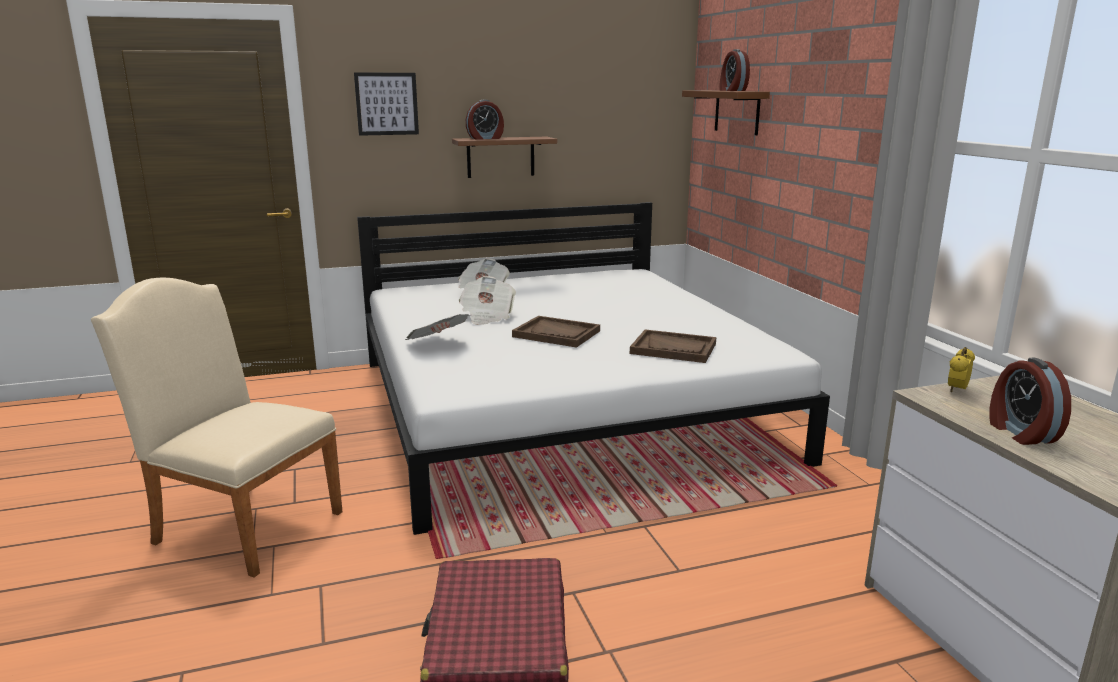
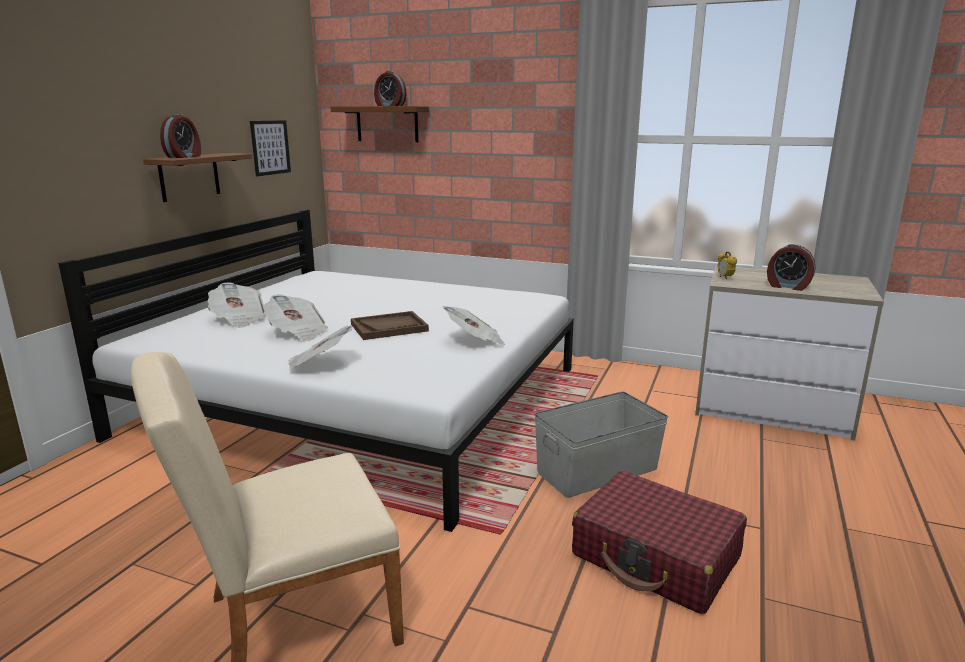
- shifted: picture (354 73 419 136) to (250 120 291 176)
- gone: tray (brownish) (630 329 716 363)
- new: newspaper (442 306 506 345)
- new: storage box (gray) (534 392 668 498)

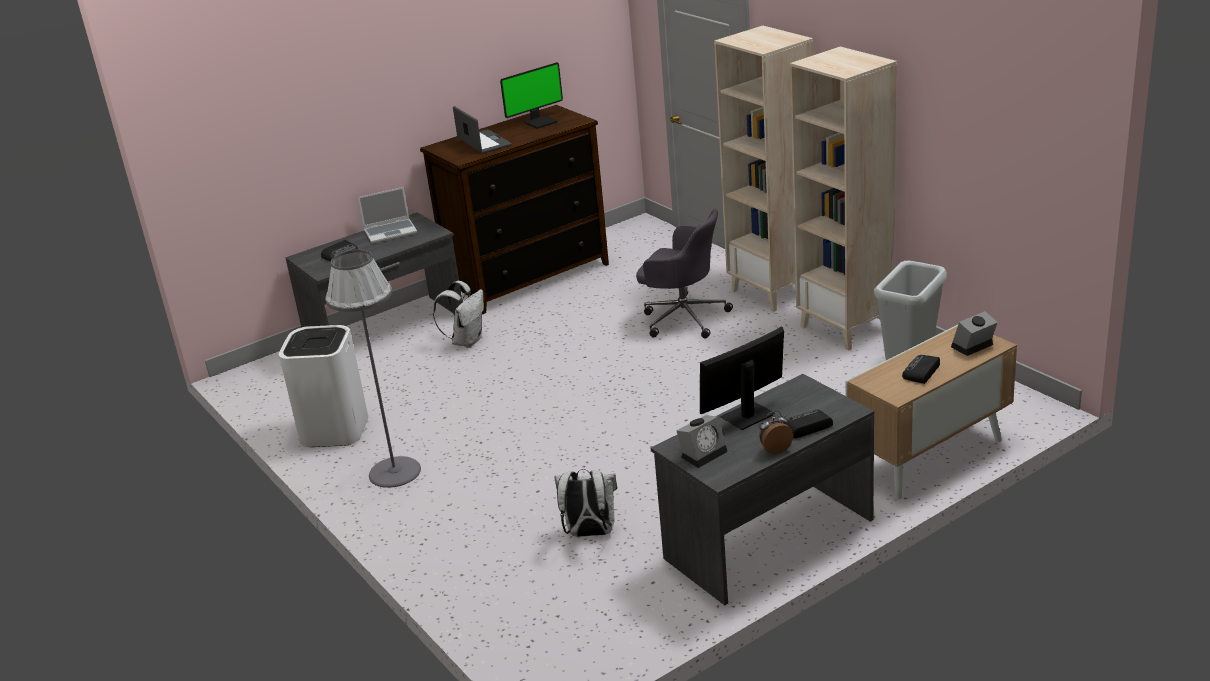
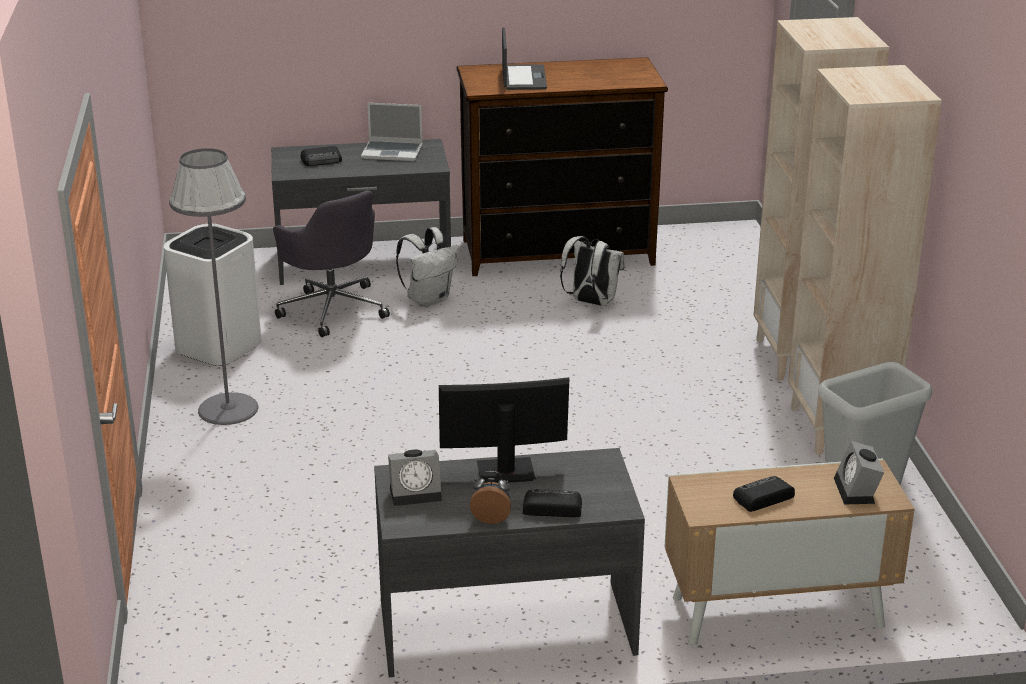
- gone: computer display (500 62 563 129)
- shifted: knapsack (whitish) (555 469 617 537) to (560 236 625 306)
- shifted: computer chair (gray) (636 209 733 338) to (273 190 390 337)
- rotated: alarm clock (951 311 998 356) = (834 441 884 505) 90 degrees counterclockwise

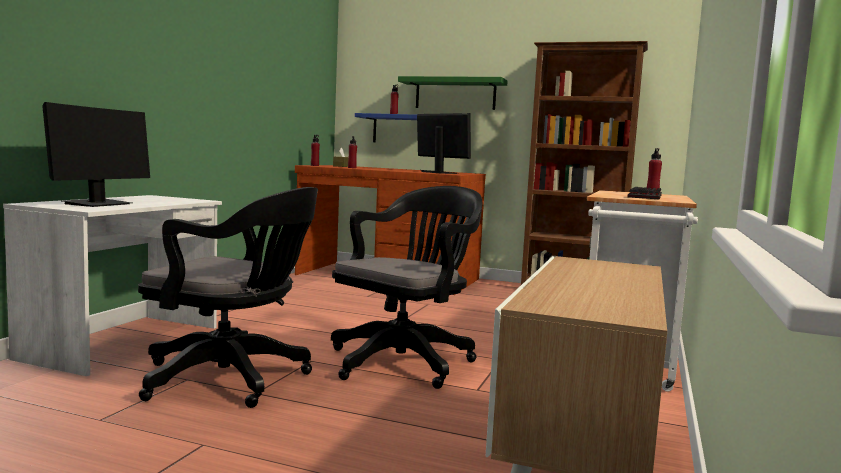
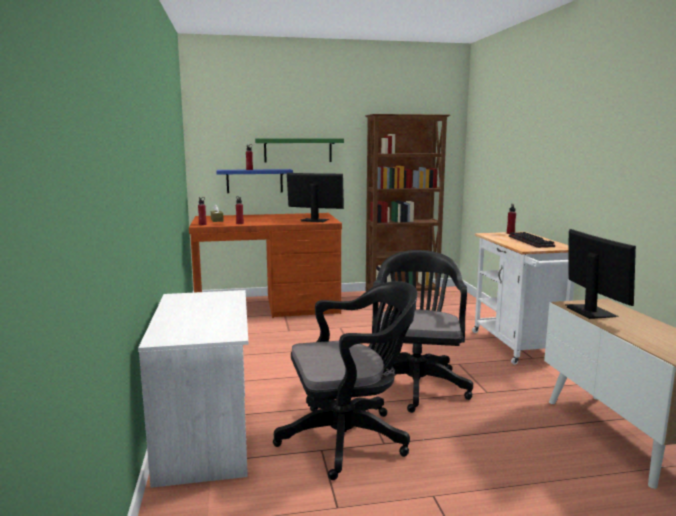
- shifted: computer display (42 102 150 207) to (565 229 636 319)

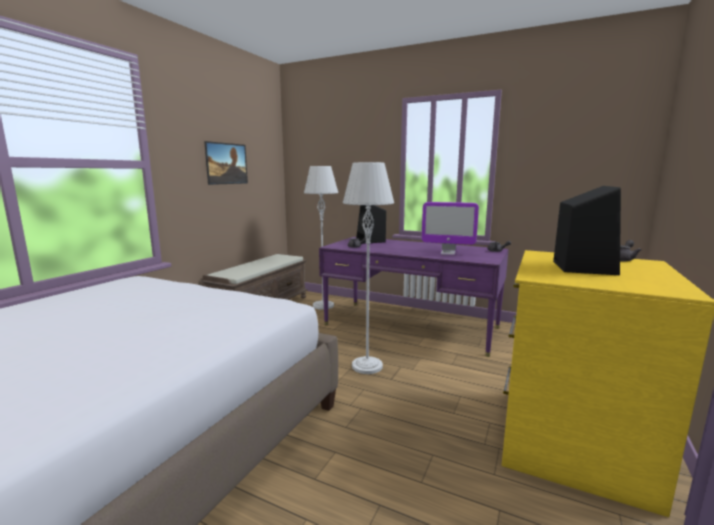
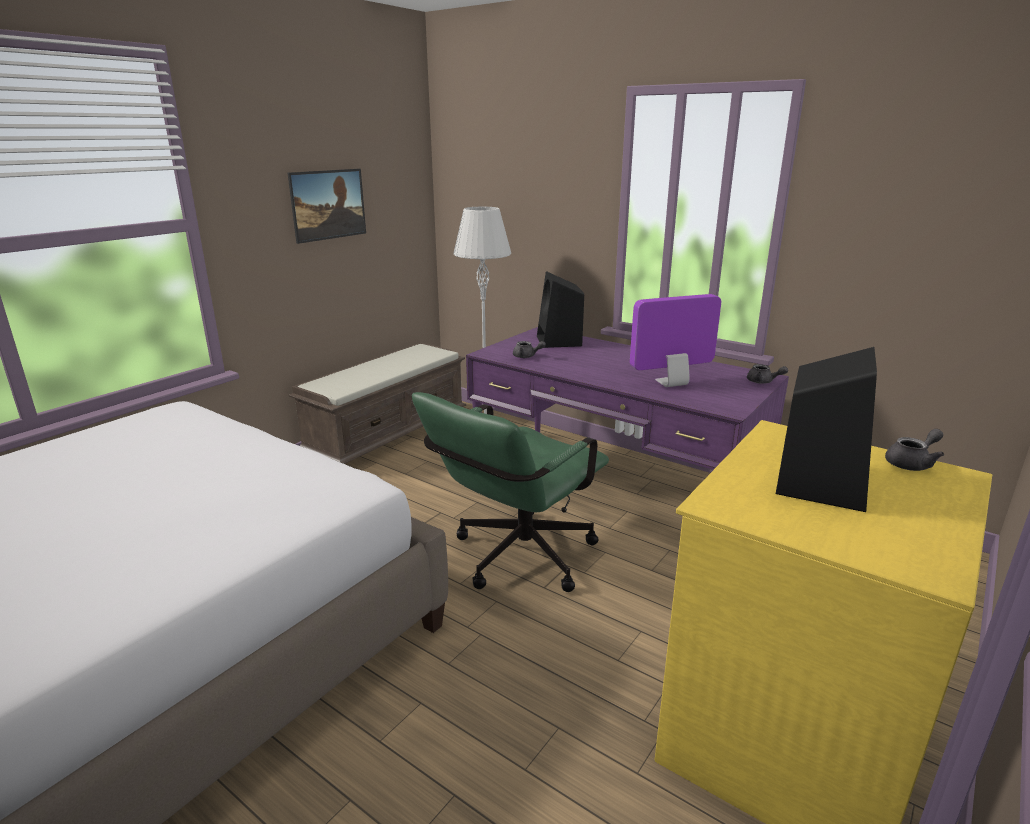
- swapped: floor lamp (gray) (343 162 394 374) to computer chair (green-coloured) (412 392 609 592)
- rotated: computer display (422 202 479 255) = (630 294 721 387) 135 degrees clockwise

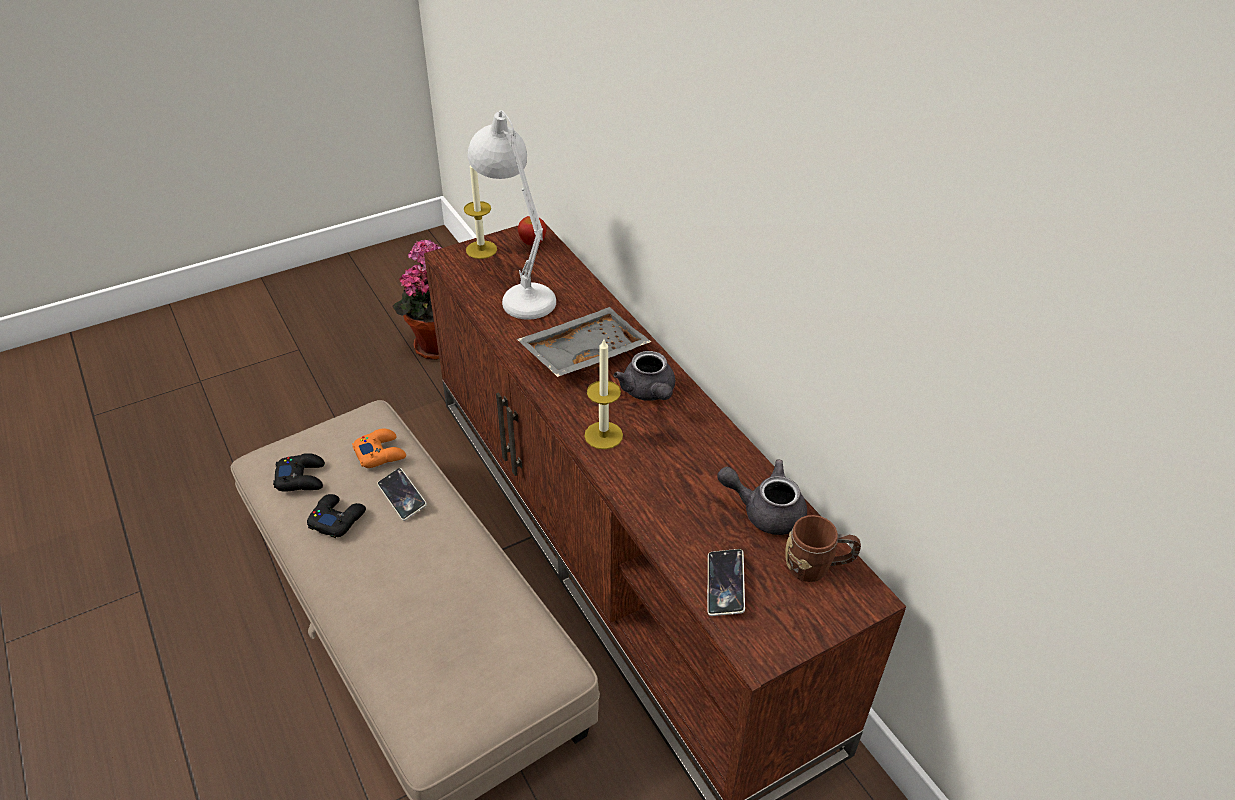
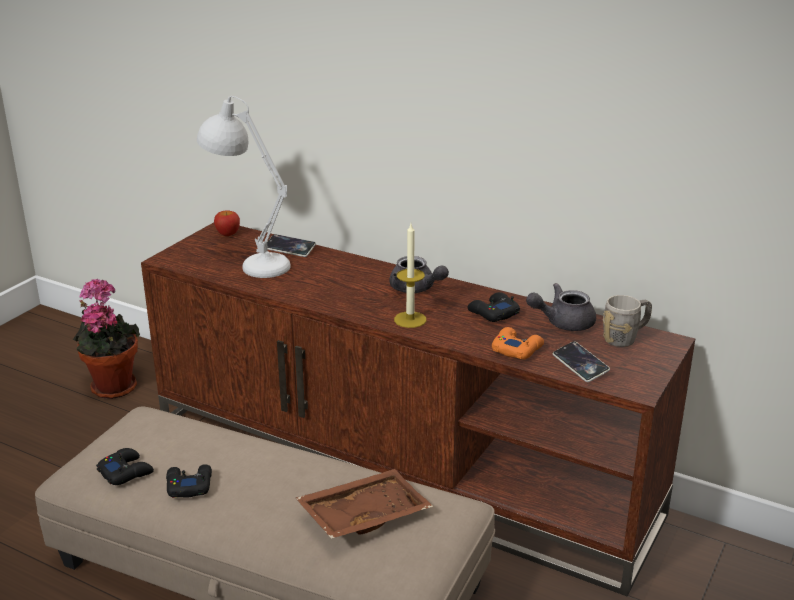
- shifted: gamepad (orangey) (352 429 406 468) to (492 327 544 359)
- shifted: phone (377 468 427 521) to (267 234 316 257)
- gone: wax candle (464 165 497 259)
- gone: tray (gray) (517 307 651 377)
- repainted: mug (brownish) (785 515 861 582) to mug (gray) (603 295 652 347)
- new: tray (brownish) (296 469 433 539)
- new: gamepad (black) (467 292 520 322)

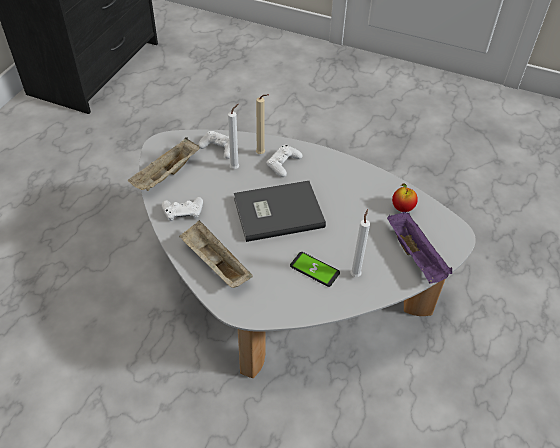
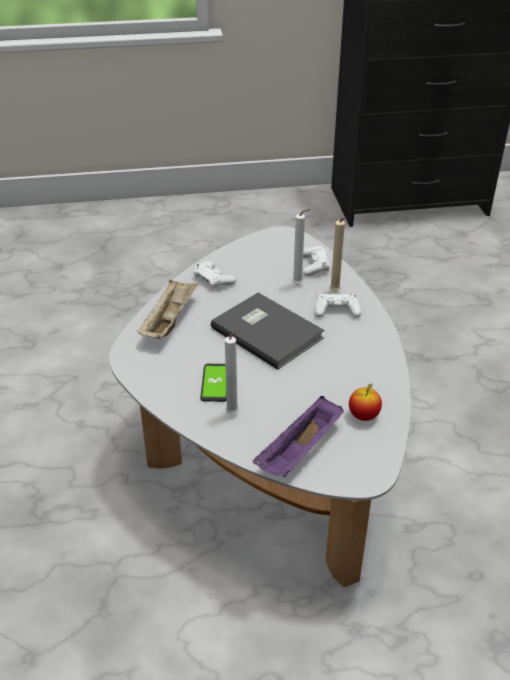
- gone: tray (beige) (128 137 200 191)

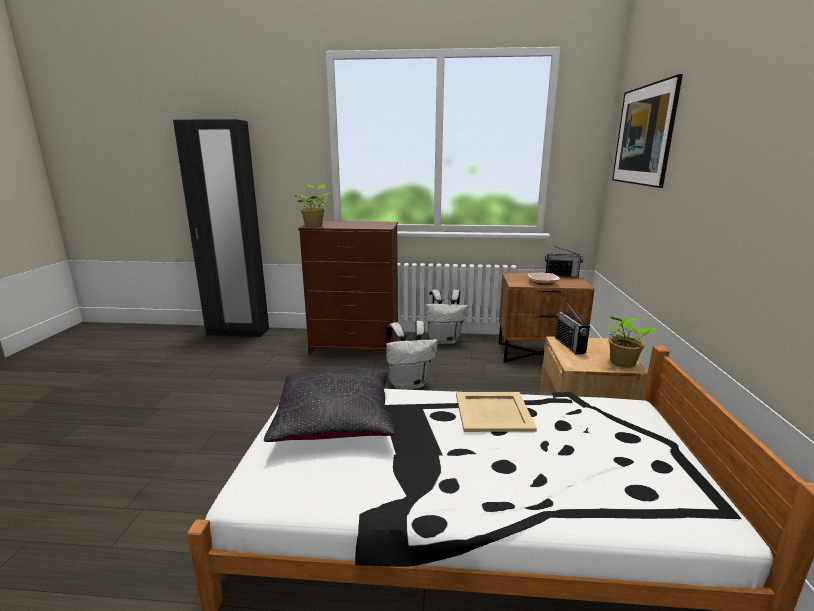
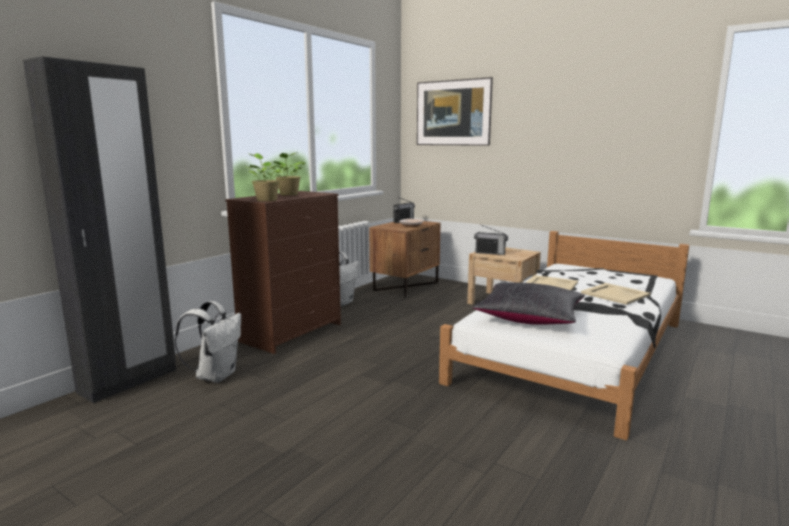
- shifted: knapsack (whitish) (386 321 438 390) to (175 301 241 383)
- shifted: potted plant (605 317 657 368) to (272 152 306 195)
- new: tray (beige) (581 283 651 305)

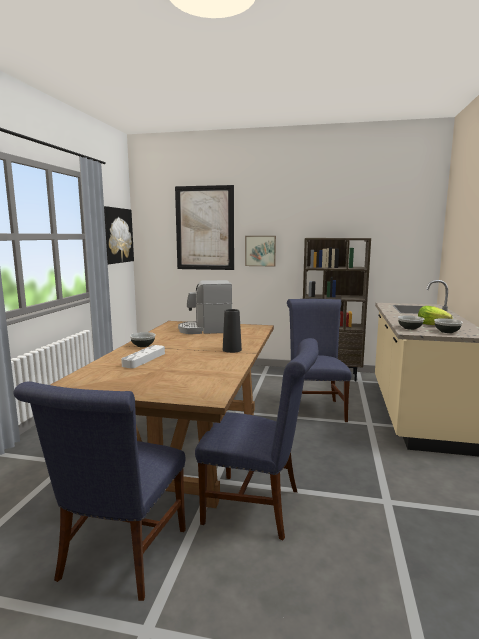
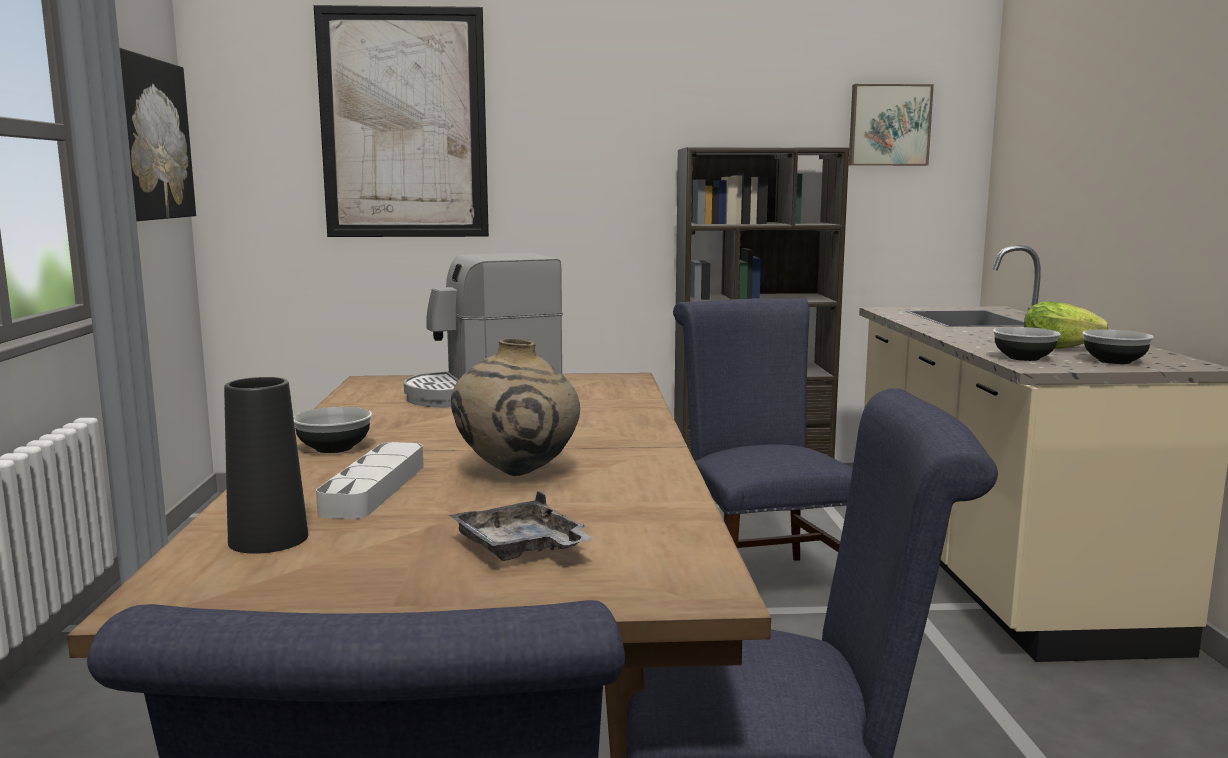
- shifted: flower vase (black) (223 309 242 353) to (224 377 308 554)
- shifted: picture (245 236 276 267) to (849 84 934 166)
- new: tray (gray) (449 491 594 561)
- new: flower vase (beige) (451 338 580 476)

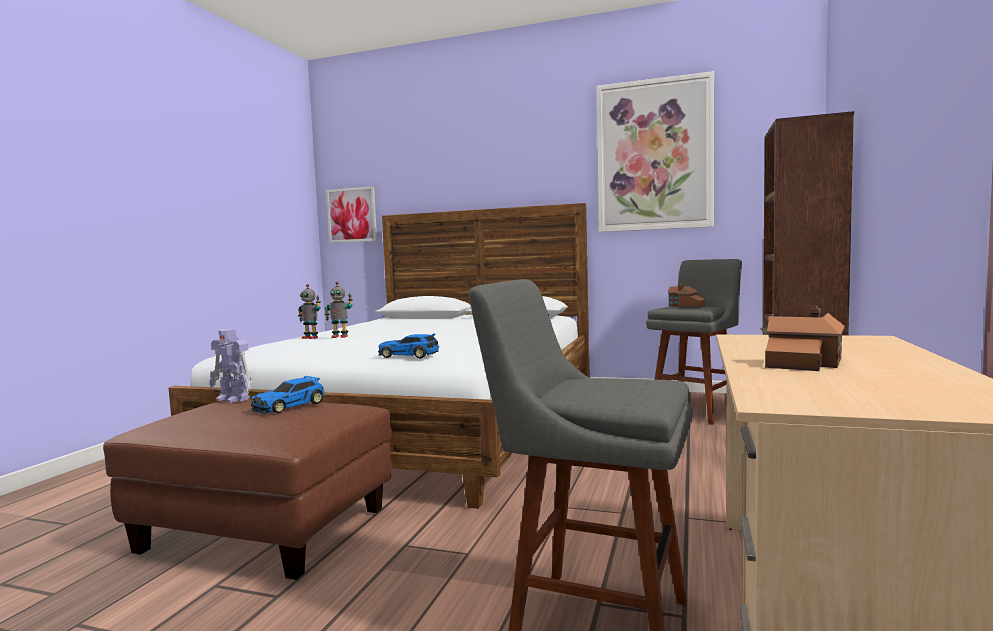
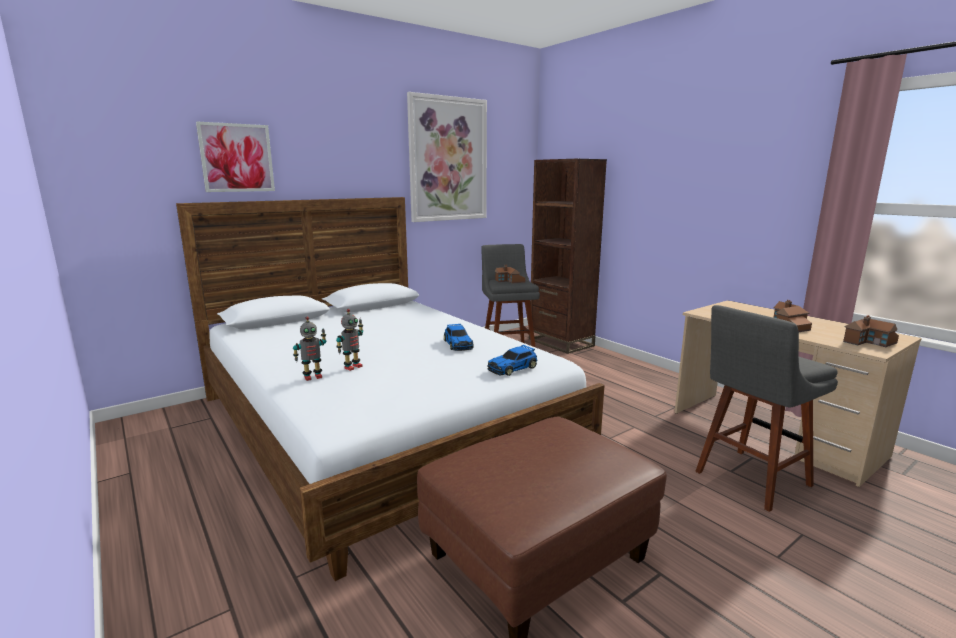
- gone: toy robot (209 329 252 403)
- shifted: toy car (251 376 325 414) to (444 324 474 351)
- shifted: picture (326 186 377 243) to (196 121 275 192)
- new: miniature house (843 315 899 347)

